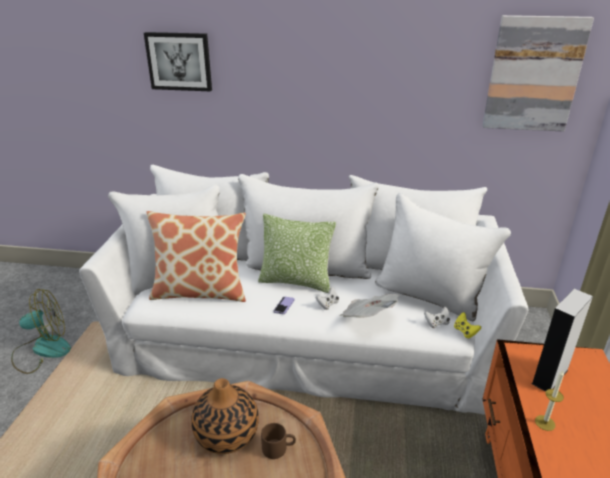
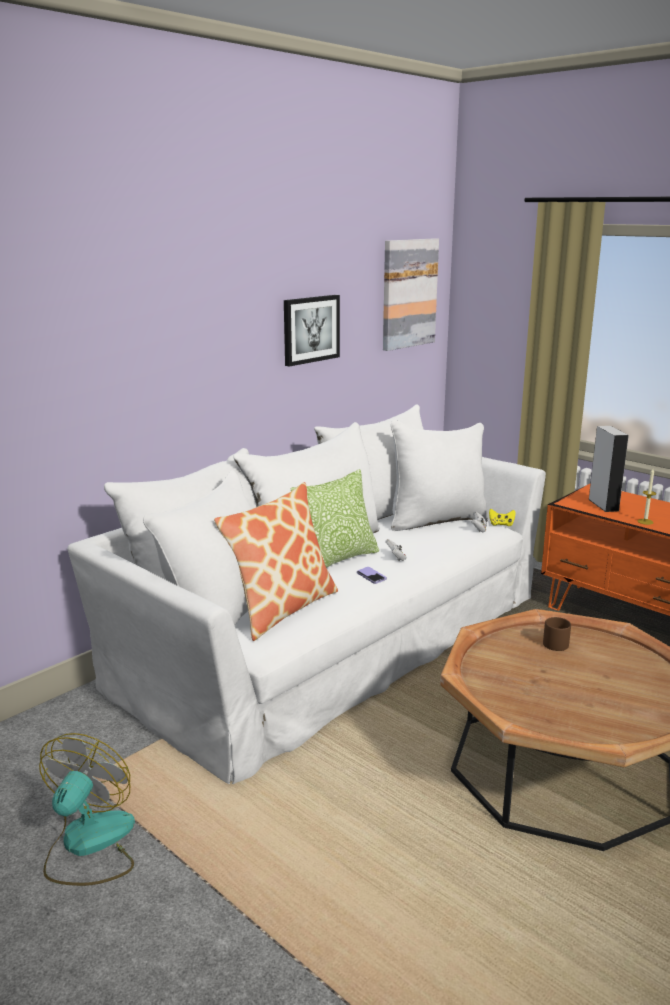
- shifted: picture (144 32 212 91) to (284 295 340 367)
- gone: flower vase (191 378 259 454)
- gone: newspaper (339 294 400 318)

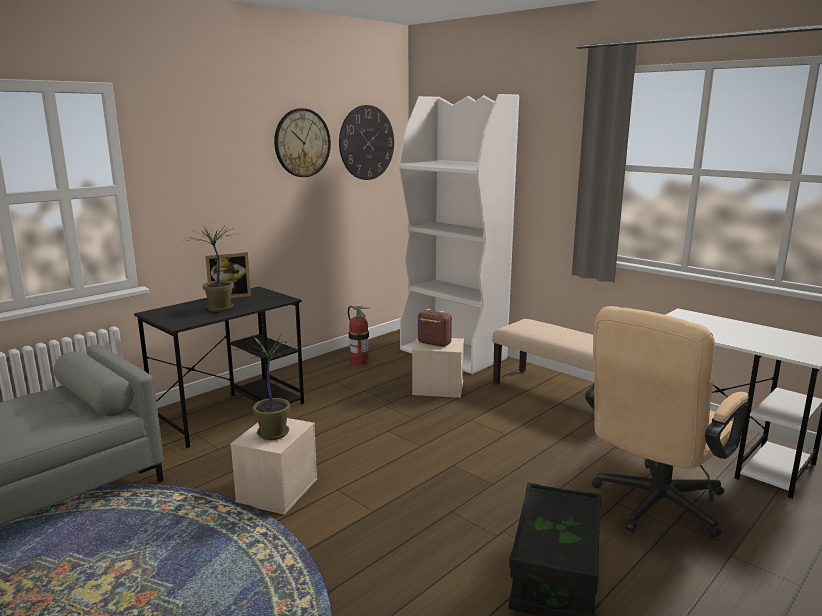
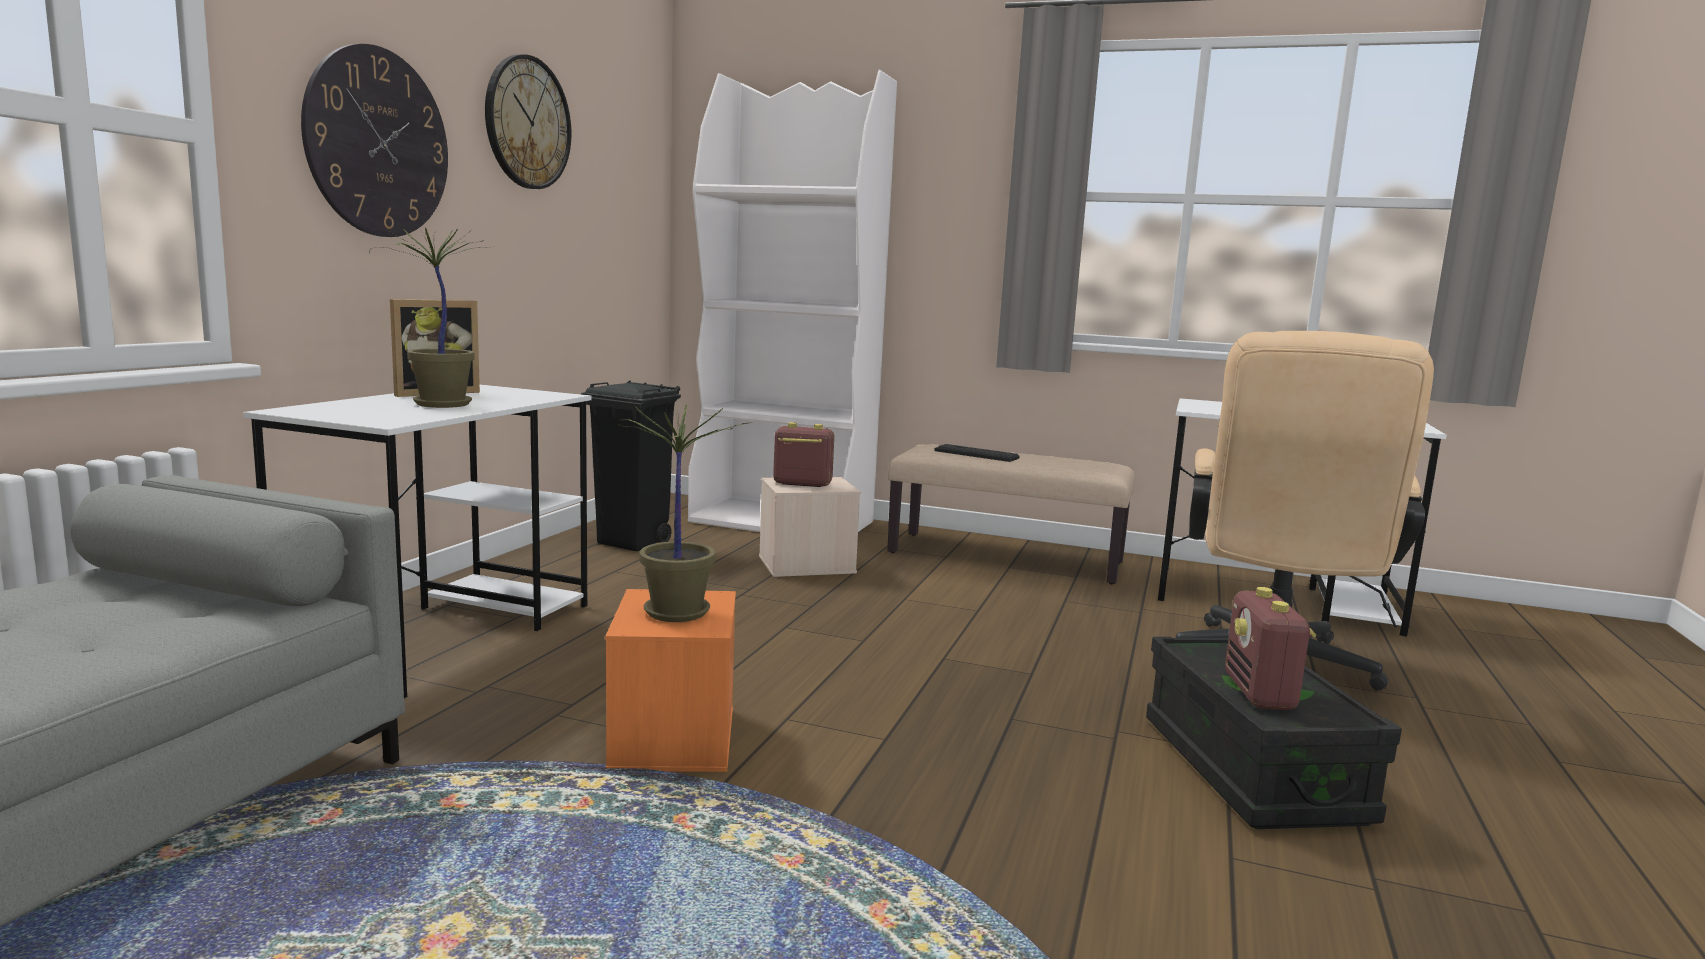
- repainted: desk table (black) (134 287 304 448) to desk table (whitish) (243 385 591 698)
- repainted: storage box (beige) (230 418 317 515) to storage box (orangey) (605 589 736 772)
- shifted: wall clock (339 105 394 180) to (301 44 448 237)
- swapped: fire-fighting cylinder (348 306 370 366) to rubbish bin (black) (581 381 681 551)
- new: PC keyboard (935 444 1020 462)
- new: radio (1225 587 1316 710)

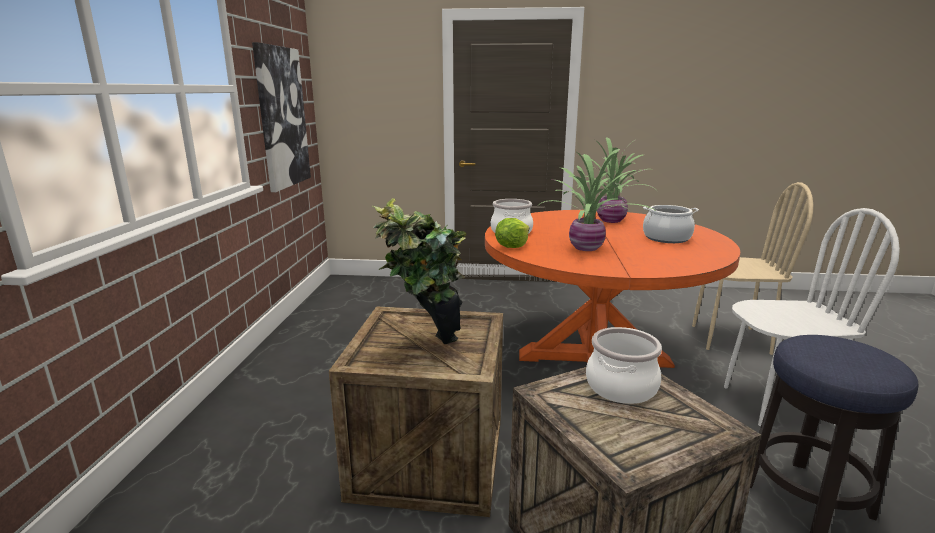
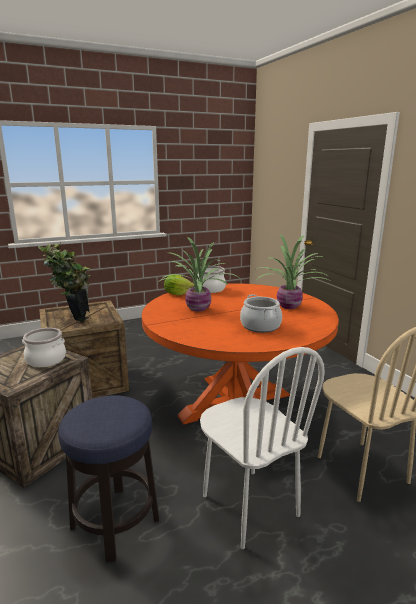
- gone: picture (252 42 311 192)

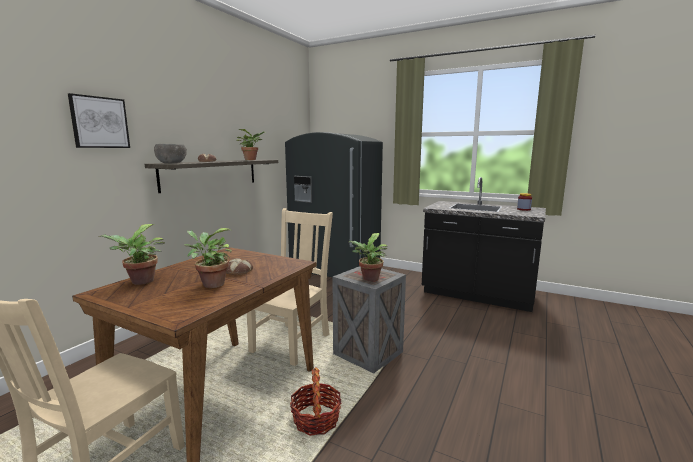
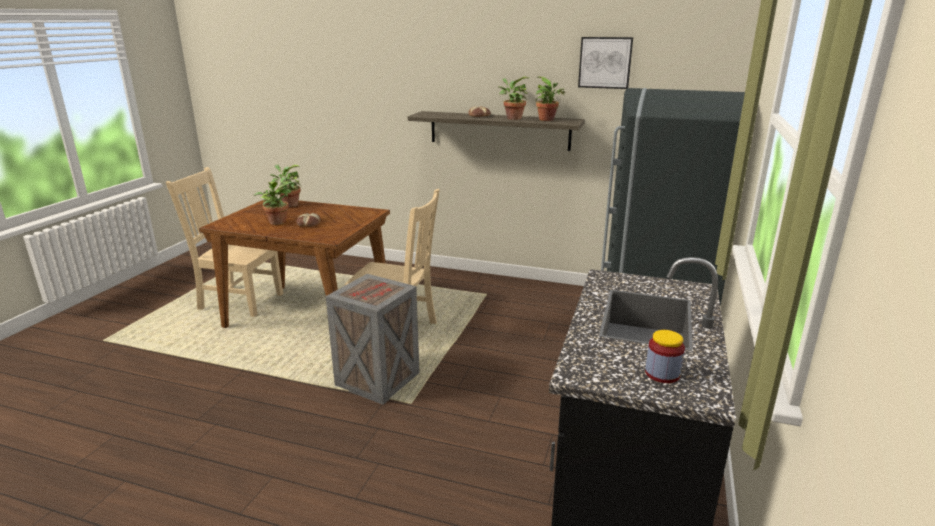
- shifted: picture (68 93 130 148) to (578 37 633 89)
- gone: bowl (gray) (154 144 187 163)
- gone: storage basket (290 368 341 436)
- shifted: potted plant (349 233 387 281) to (498 77 529 120)

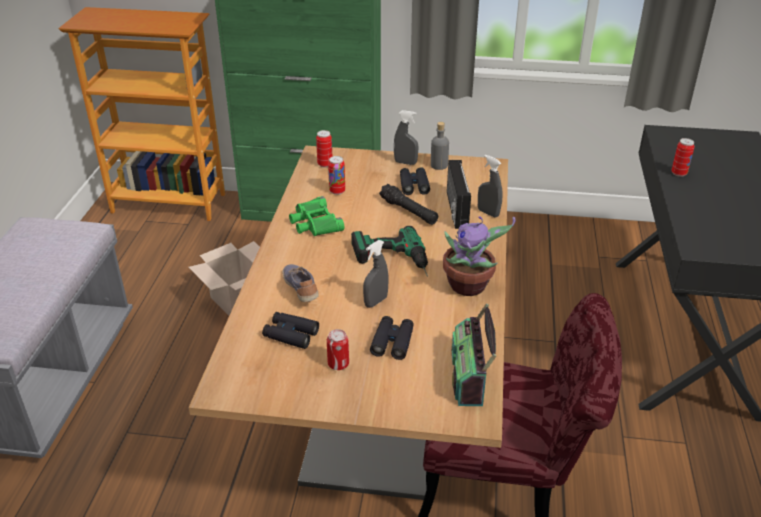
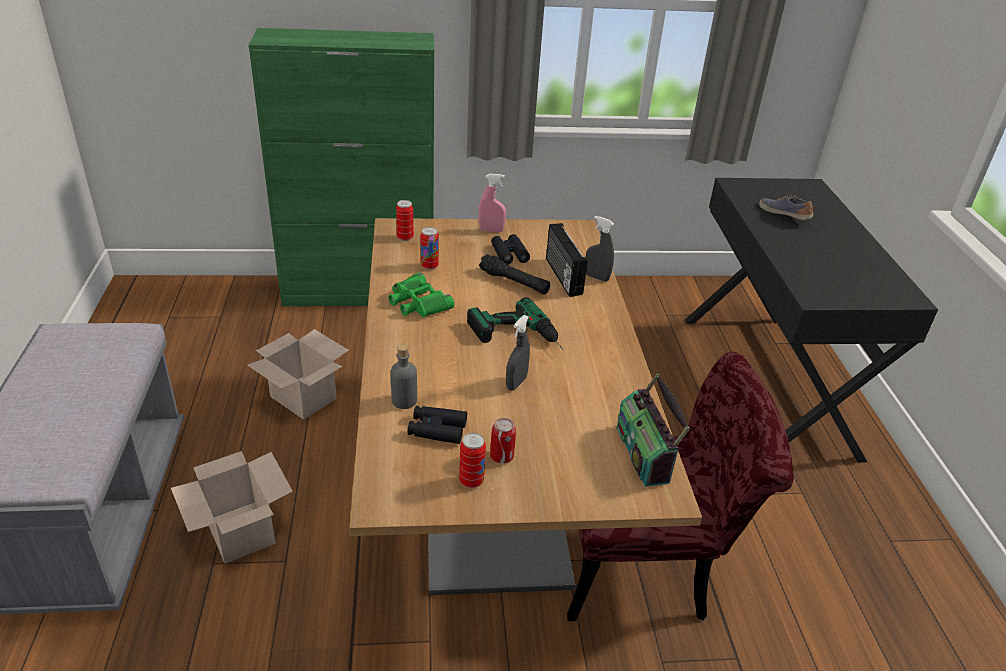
- gone: shelving unit (58 7 225 221)
- shifted: low shoe (282 264 319 302) to (759 195 813 220)
- gone: pair of binoculars (black) (370 316 414 360)
- repainted: spray bottle (gray) (394 110 419 165) to spray bottle (pink) (479 174 506 232)
- shifted: beverage bottle (gray) (431 122 449 170) to (390 344 417 409)
- gone: potted plant (443 216 515 296)
- shifted: sealed can (671 138 695 177) to (459 433 486 488)
- new: cardboard box (171 451 293 564)

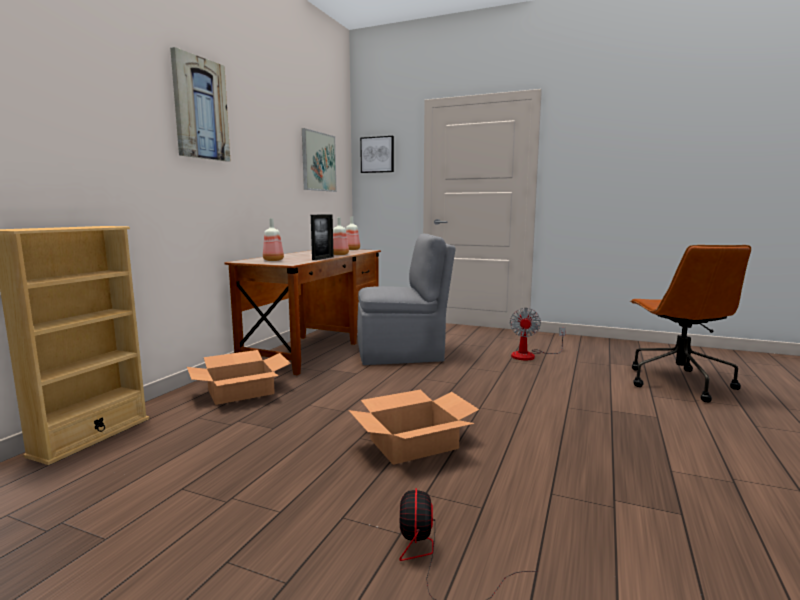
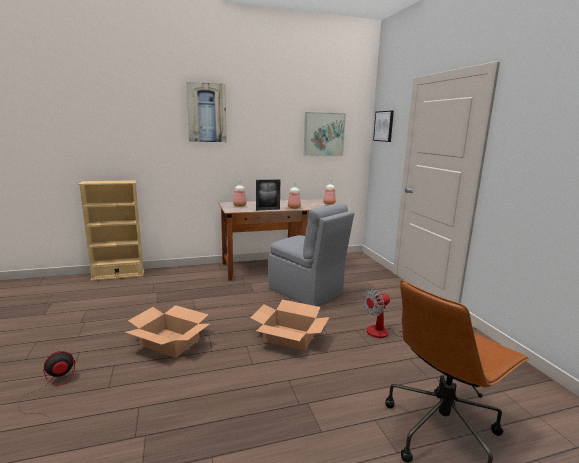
- shifted: cardboard box (187 350 291 405) to (250 300 330 351)

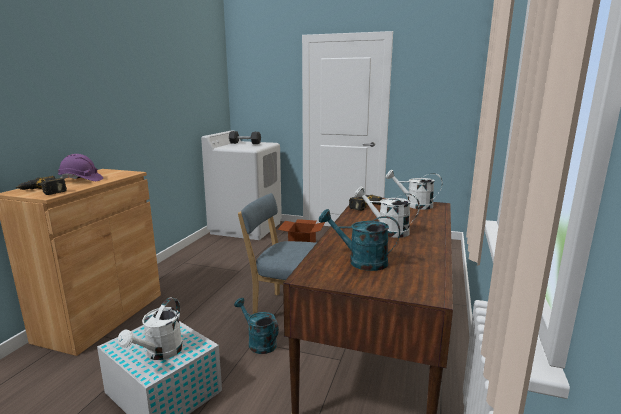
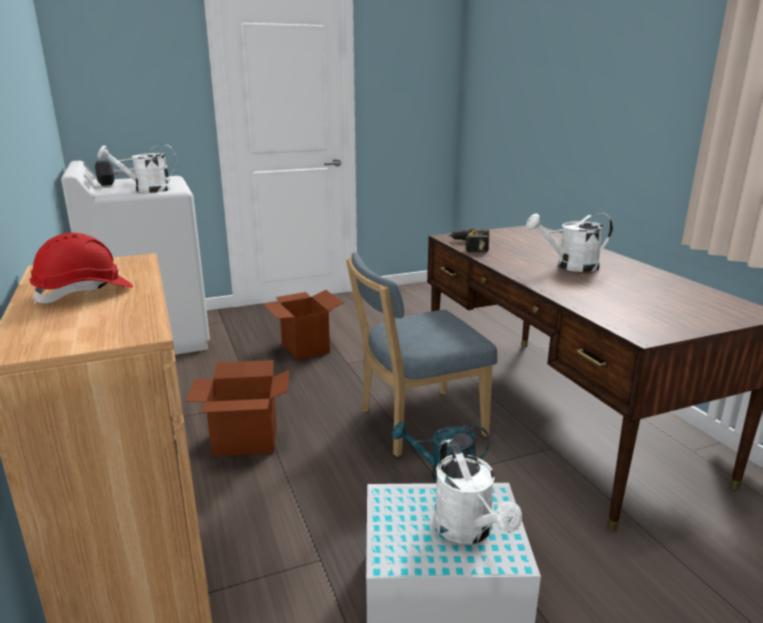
- gone: electric drill (16 176 67 195)
- repainted: work helmet (purplish) (58 154 103 181) to work helmet (reddish) (30 233 133 305)
- gone: sprinkling can (turquoise-coloured) (319 209 400 271)
- shifted: sprinkling can (whitish) (386 170 442 209) to (98 144 176 193)
- new: cardboard box (186 360 289 457)

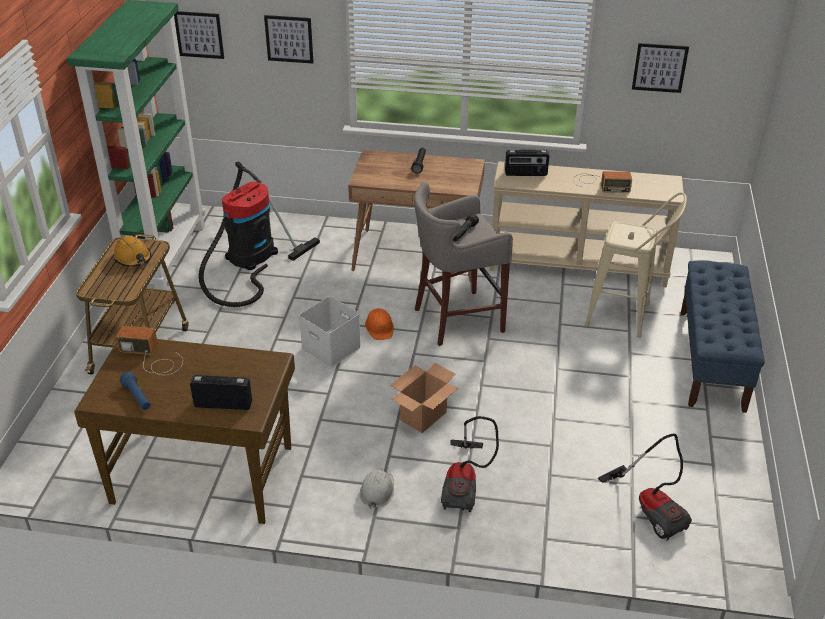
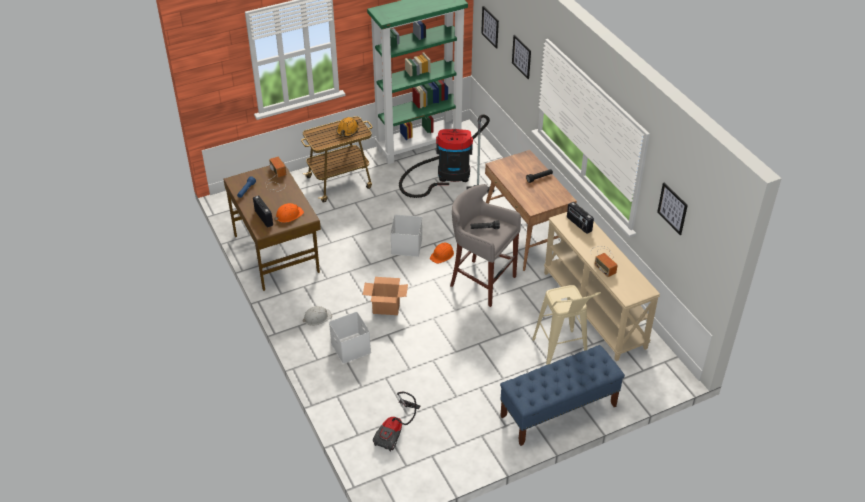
- swapped: hoover (441 416 499 512) to storage box (whitish) (329 312 371 364)
- new: work helmet (orangey) (275 203 304 223)

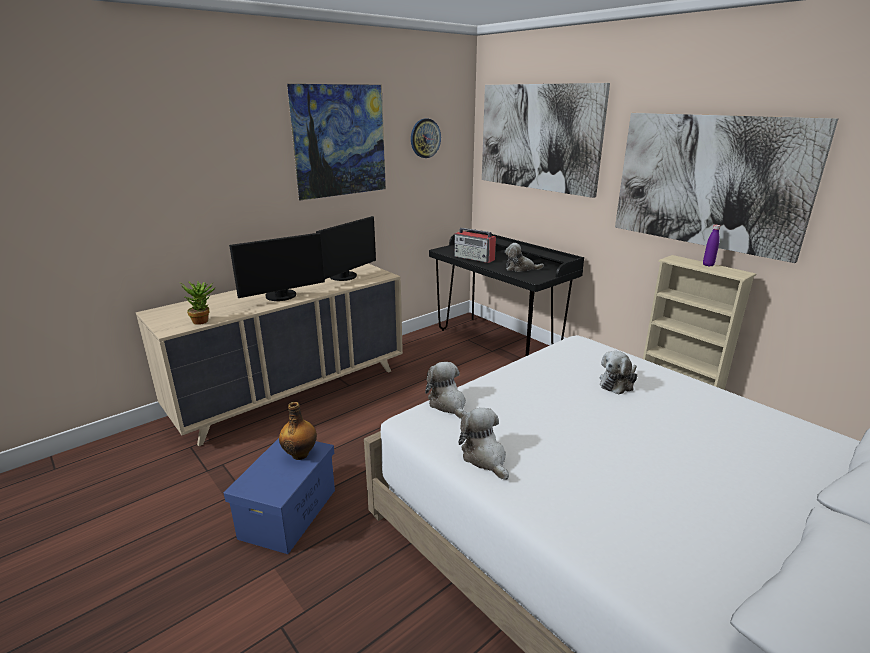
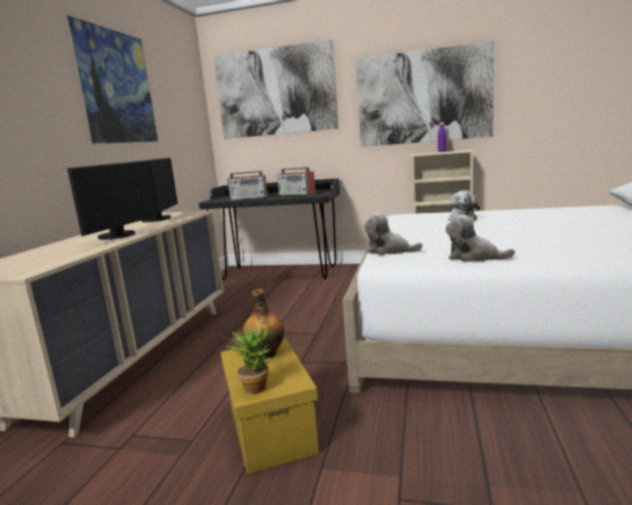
- shifted: potted plant (180 282 216 325) to (225 324 271 394)
- repainted: storage box (blue-coloured) (224 438 335 554) to storage box (yellowish) (221 338 319 474)
- gone: wall clock (411 119 441 158)
- swapped: plush toy (505 243 544 272) to radio (277 166 316 196)

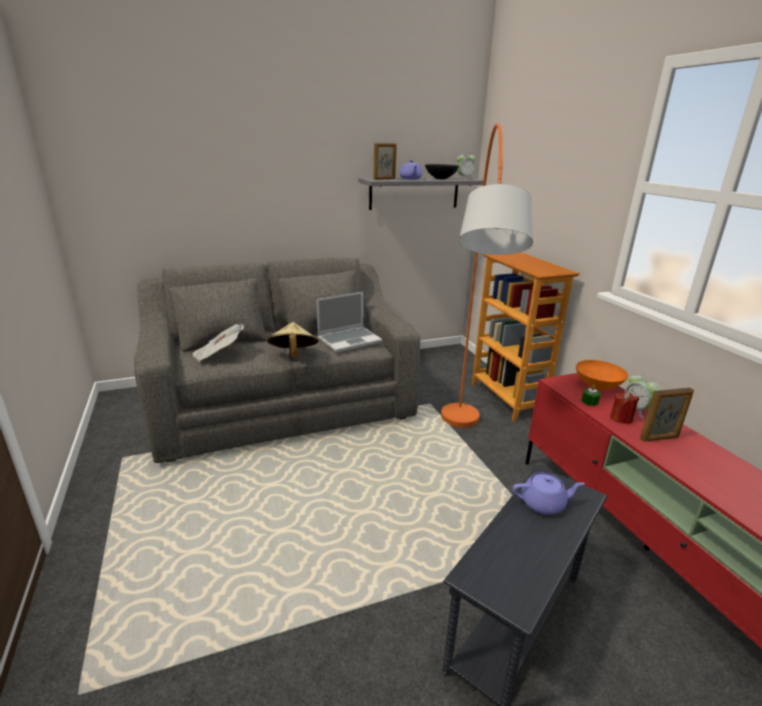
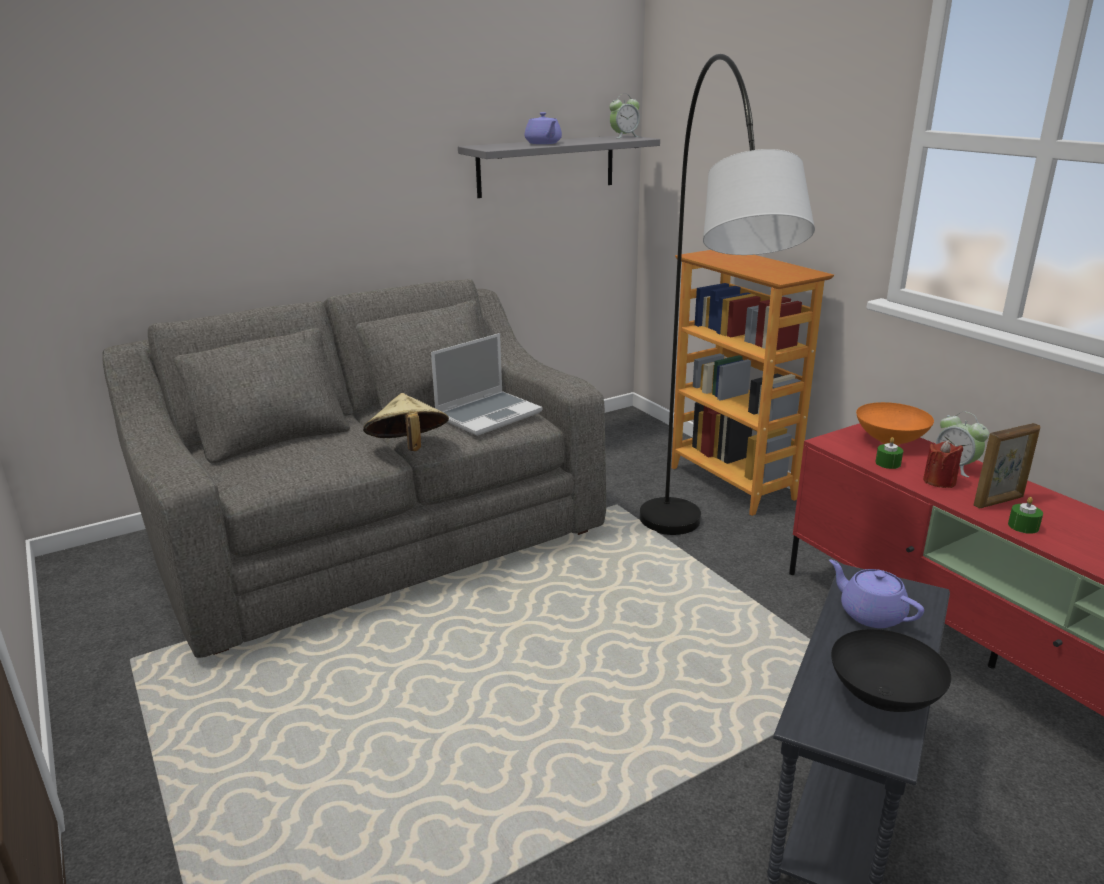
- gone: newspaper (193 324 244 362)
- gone: standing frame (373 143 397 180)
- shifted: bowl (black) (425 164 459 179) to (831 629 951 712)
- repainted: floor lamp (orangey) (441 123 533 428) to floor lamp (gray) (639 54 815 535)
- rotated: teapot (purplish) (513 473 585 515) = (829 560 924 628) 120 degrees counterclockwise
- new: wax candle (green-coloured) (1008 497 1043 534)

